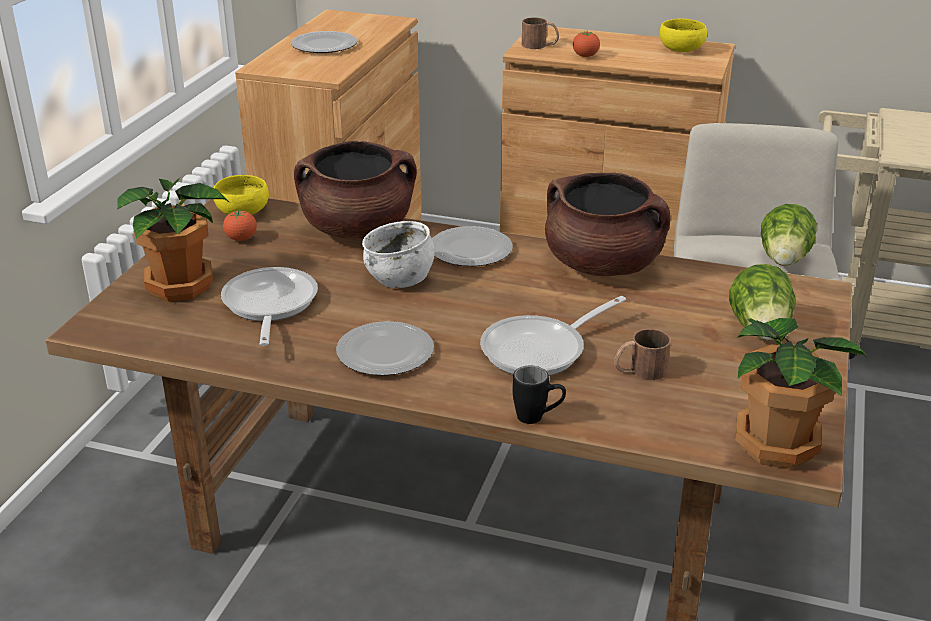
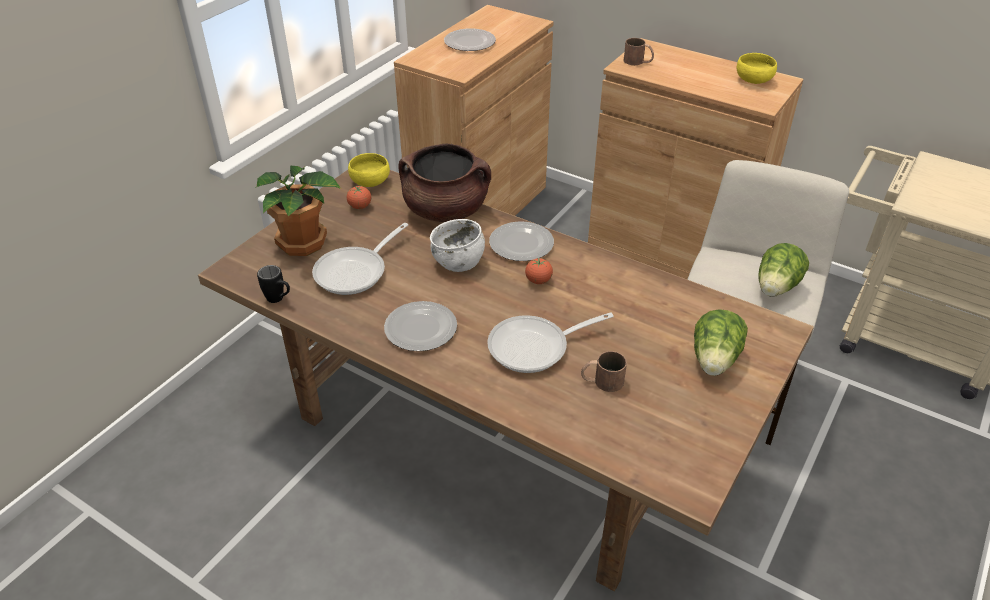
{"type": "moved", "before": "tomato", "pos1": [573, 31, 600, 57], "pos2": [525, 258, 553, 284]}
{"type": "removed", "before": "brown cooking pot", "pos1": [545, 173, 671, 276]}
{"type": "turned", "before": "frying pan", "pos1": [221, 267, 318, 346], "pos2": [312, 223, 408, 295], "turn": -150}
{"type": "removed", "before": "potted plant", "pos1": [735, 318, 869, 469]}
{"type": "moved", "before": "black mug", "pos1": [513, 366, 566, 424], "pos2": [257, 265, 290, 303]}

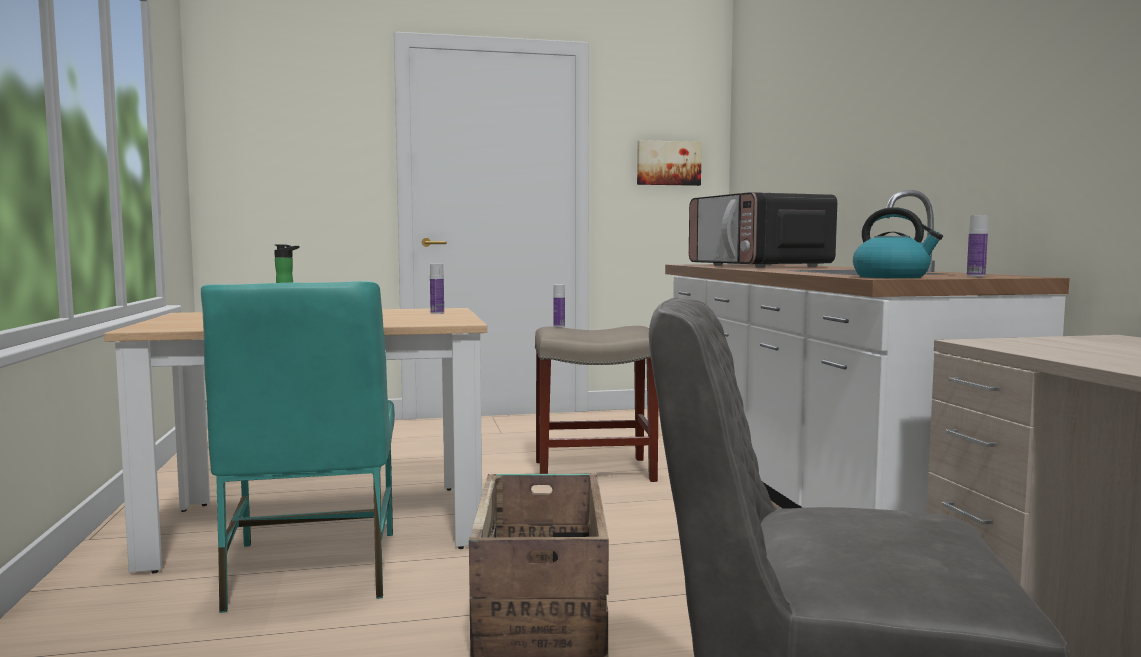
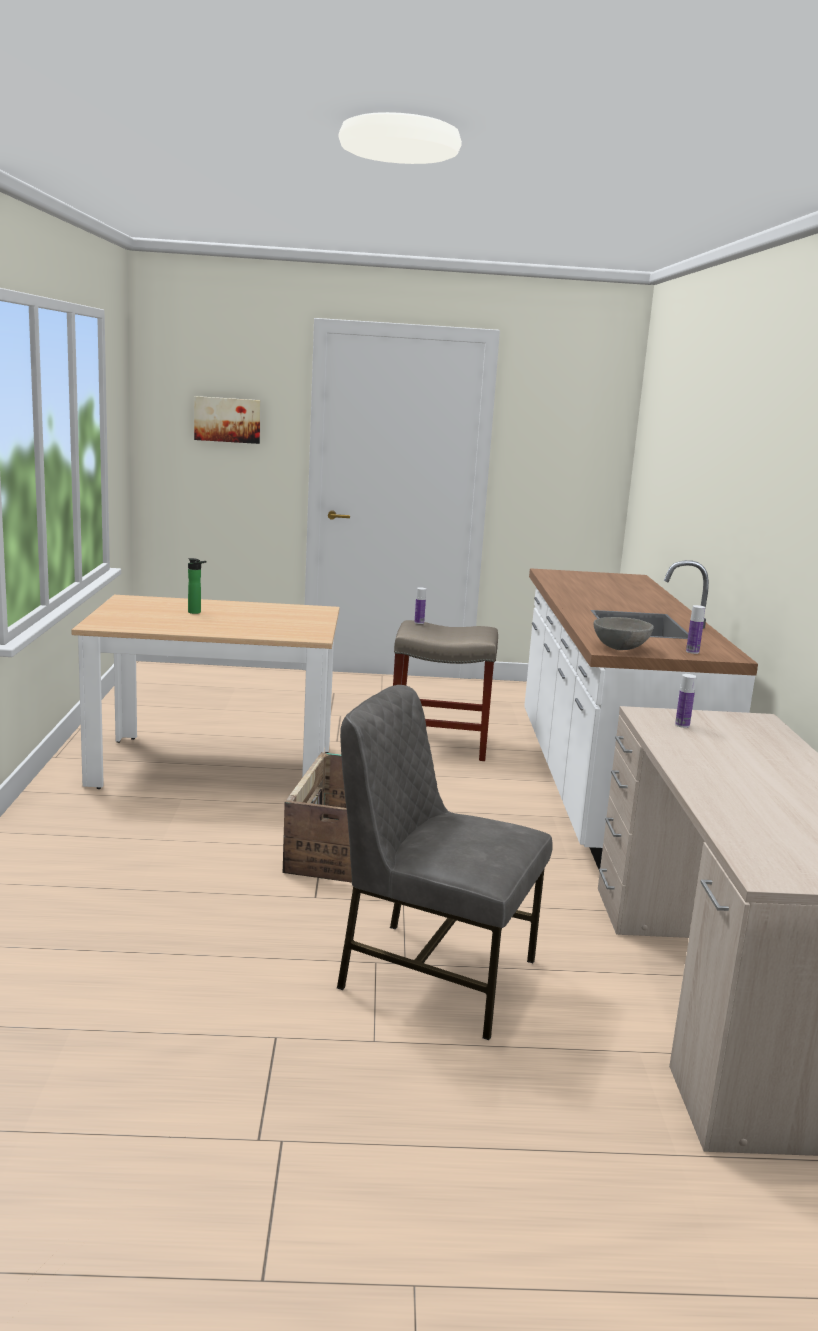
{"type": "moved", "before": "picture", "pos1": [637, 140, 702, 186], "pos2": [194, 396, 261, 444]}
{"type": "removed", "before": "microwave", "pos1": [689, 192, 837, 268]}
{"type": "replaced", "before": "kettle", "after": "grey bowl", "pos1": [853, 207, 943, 278], "pos2": [594, 617, 654, 650]}
{"type": "moved", "before": "bottle", "pos1": [430, 264, 444, 314], "pos2": [675, 674, 696, 728]}
{"type": "removed", "before": "turquoise chair", "pos1": [201, 281, 395, 613]}

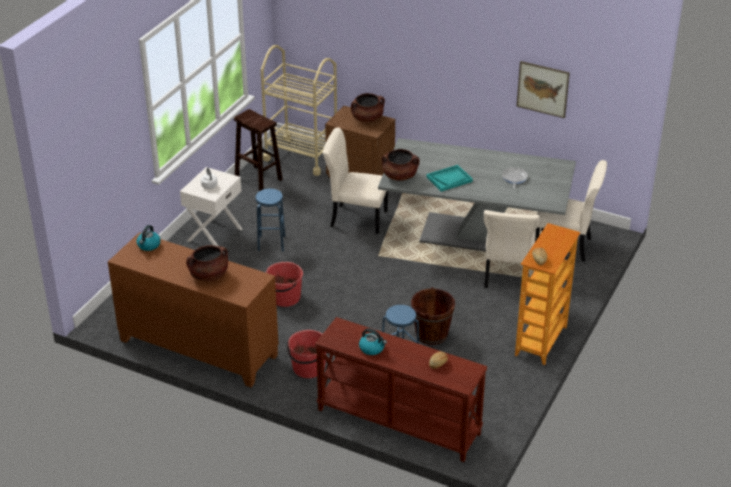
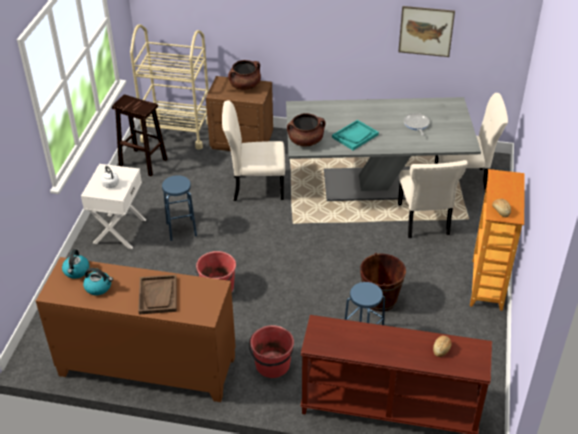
{"type": "replaced", "before": "brown cooking pot", "after": "brown tray", "pos1": [186, 245, 228, 281], "pos2": [138, 275, 177, 315]}
{"type": "moved", "before": "kettle", "pos1": [359, 328, 387, 355], "pos2": [83, 268, 113, 295]}

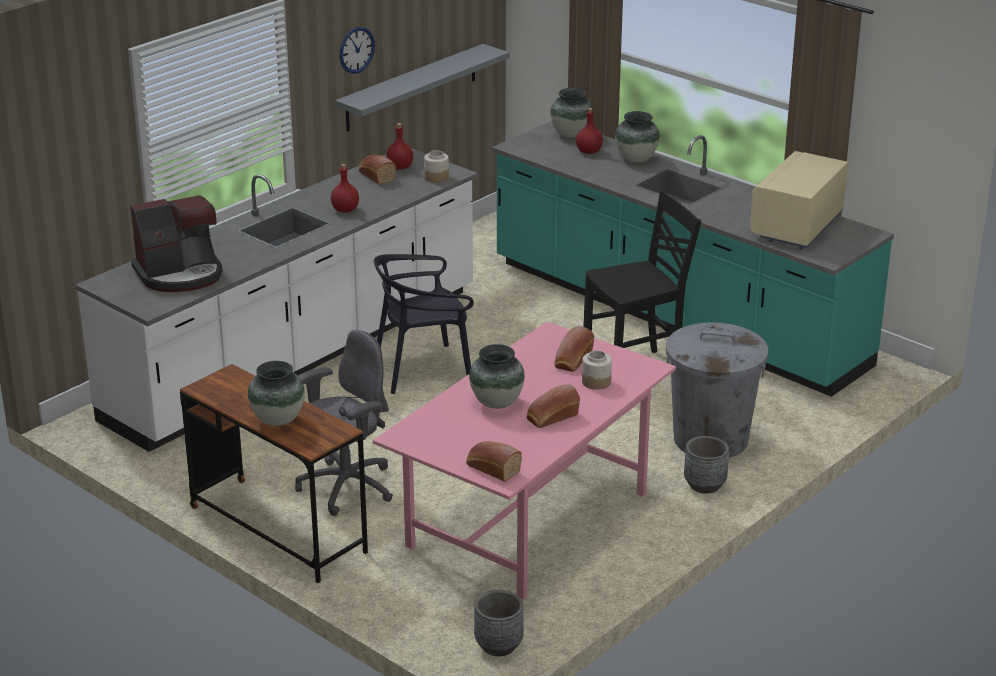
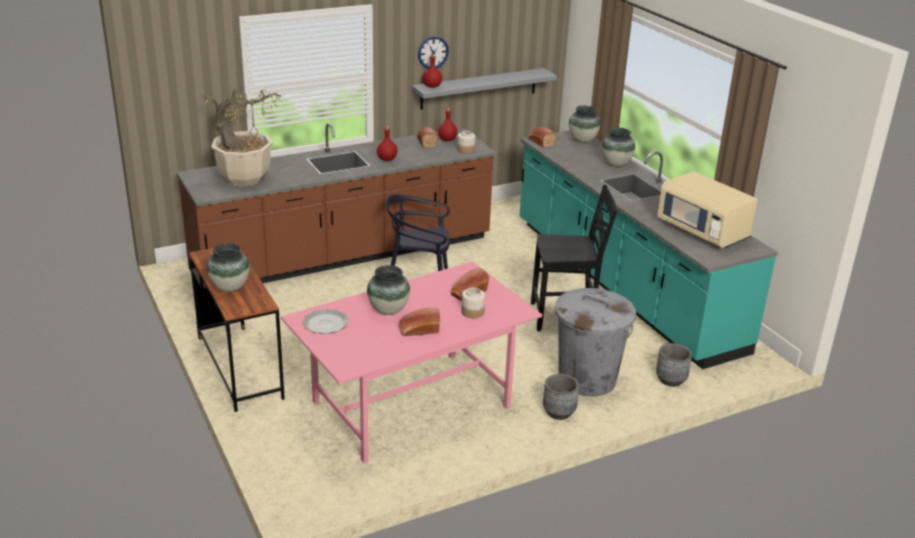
{"type": "moved", "before": "red bottle", "pos1": [576, 108, 603, 154], "pos2": [423, 54, 442, 88]}
{"type": "recoloured", "before": "white counter", "after": "brown counter", "pos1": [75, 148, 478, 452], "pos2": [177, 123, 497, 283]}
{"type": "turned", "before": "beige microwave", "pos1": [750, 151, 848, 250], "pos2": [657, 171, 758, 248], "turn": -90}
{"type": "replaced", "before": "coffee machine", "after": "potted plant", "pos1": [130, 195, 223, 292], "pos2": [201, 87, 281, 187]}
{"type": "removed", "before": "grey office chair", "pos1": [295, 330, 393, 516]}
{"type": "moved", "before": "bread", "pos1": [466, 441, 522, 482], "pos2": [528, 127, 556, 148]}
{"type": "moved", "before": "grey planter", "pos1": [474, 590, 524, 656], "pos2": [656, 343, 692, 387]}
{"type": "added", "after": "plate", "pos2": [302, 309, 349, 334]}

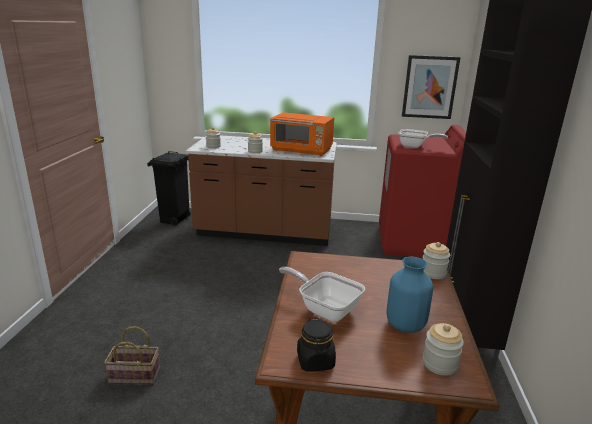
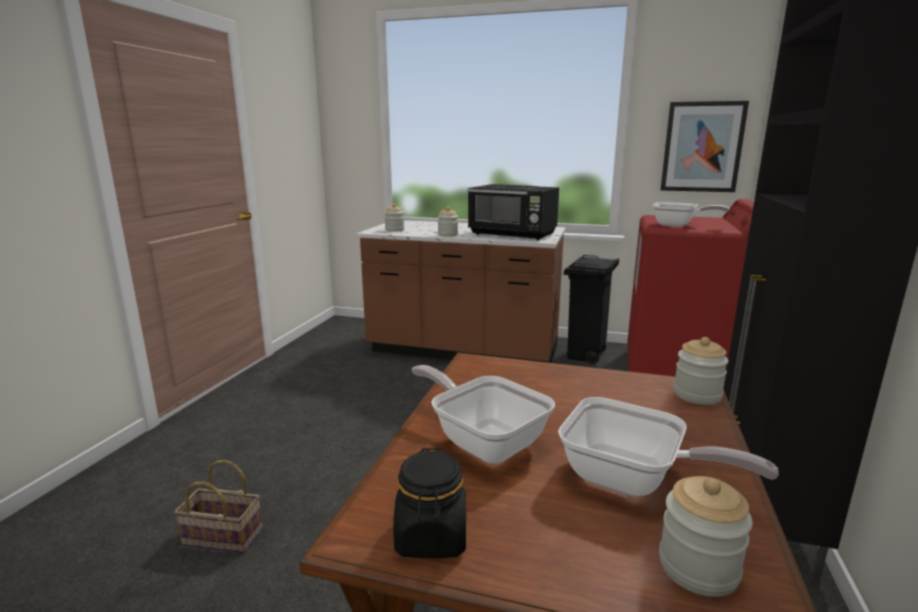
{"type": "recoloured", "before": "orange microwave", "after": "black microwave", "pos1": [270, 112, 334, 156], "pos2": [468, 184, 559, 240]}
{"type": "moved", "before": "black trash can", "pos1": [147, 151, 190, 226], "pos2": [564, 255, 619, 364]}
{"type": "replaced", "before": "blue vase", "after": "frying pan", "pos1": [387, 257, 433, 333], "pos2": [558, 397, 779, 497]}

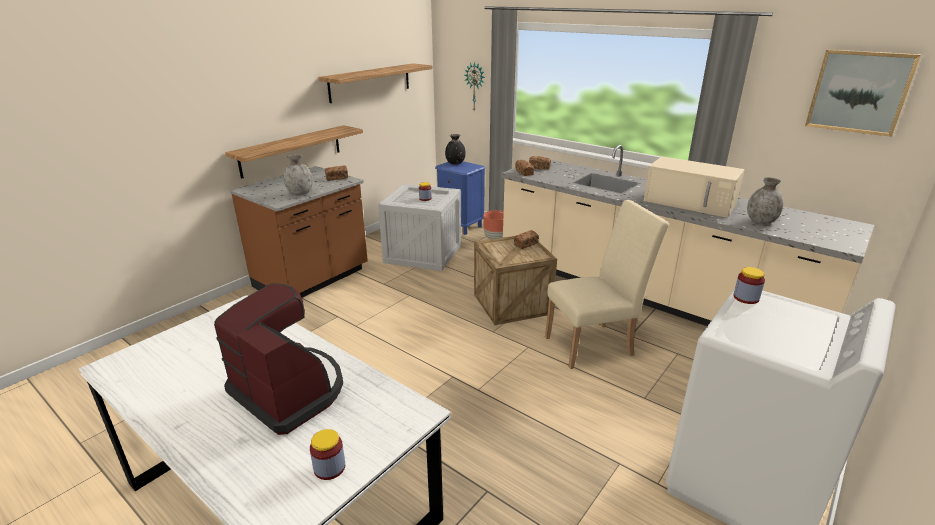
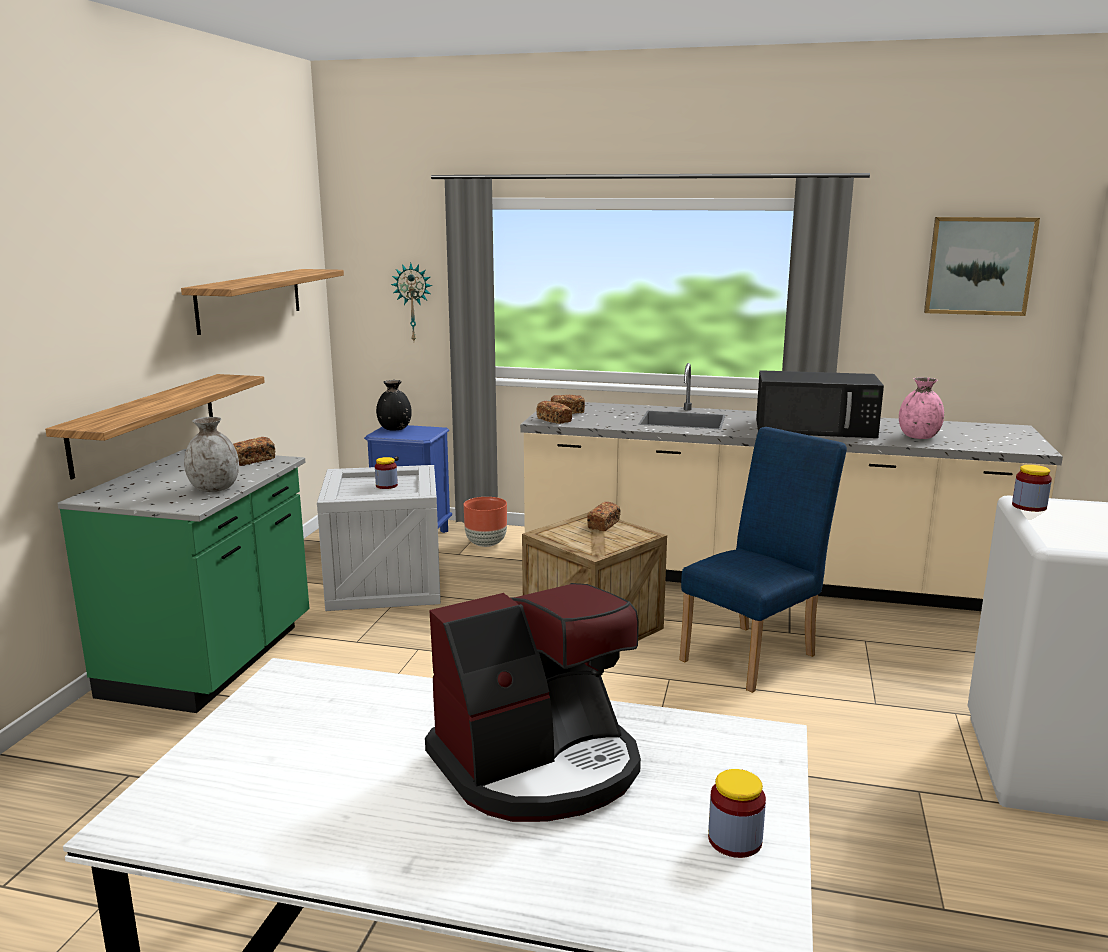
{"type": "recoloured", "before": "beige microwave", "after": "black microwave", "pos1": [644, 156, 745, 218], "pos2": [756, 370, 884, 438]}
{"type": "recoloured", "before": "brown counter", "after": "green counter", "pos1": [230, 166, 368, 298], "pos2": [57, 449, 309, 713]}
{"type": "recoloured", "before": "grey vase", "after": "pink vase", "pos1": [747, 177, 783, 224], "pos2": [899, 377, 944, 439]}
{"type": "recoloured", "before": "beige chair", "after": "blue chair", "pos1": [545, 200, 669, 369], "pos2": [679, 427, 847, 693]}
{"type": "turned", "before": "coffee machine", "pos1": [214, 283, 343, 435], "pos2": [425, 583, 641, 822], "turn": 135}

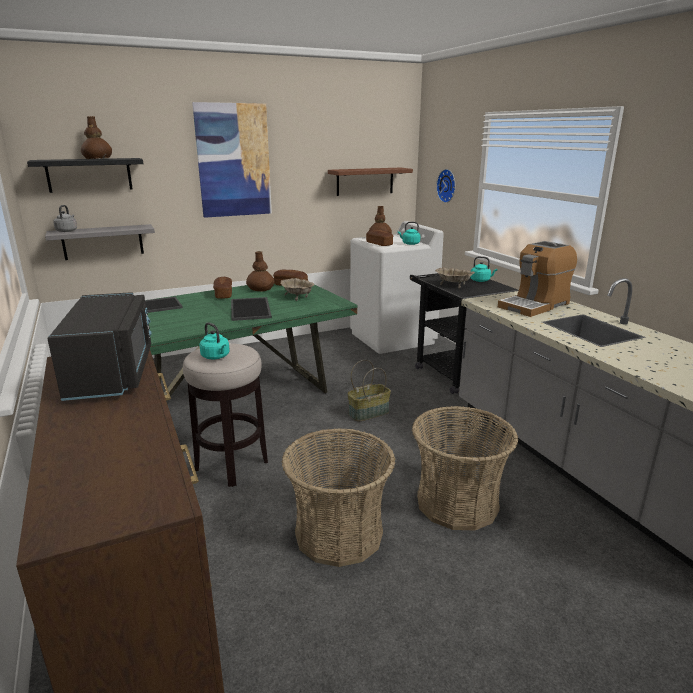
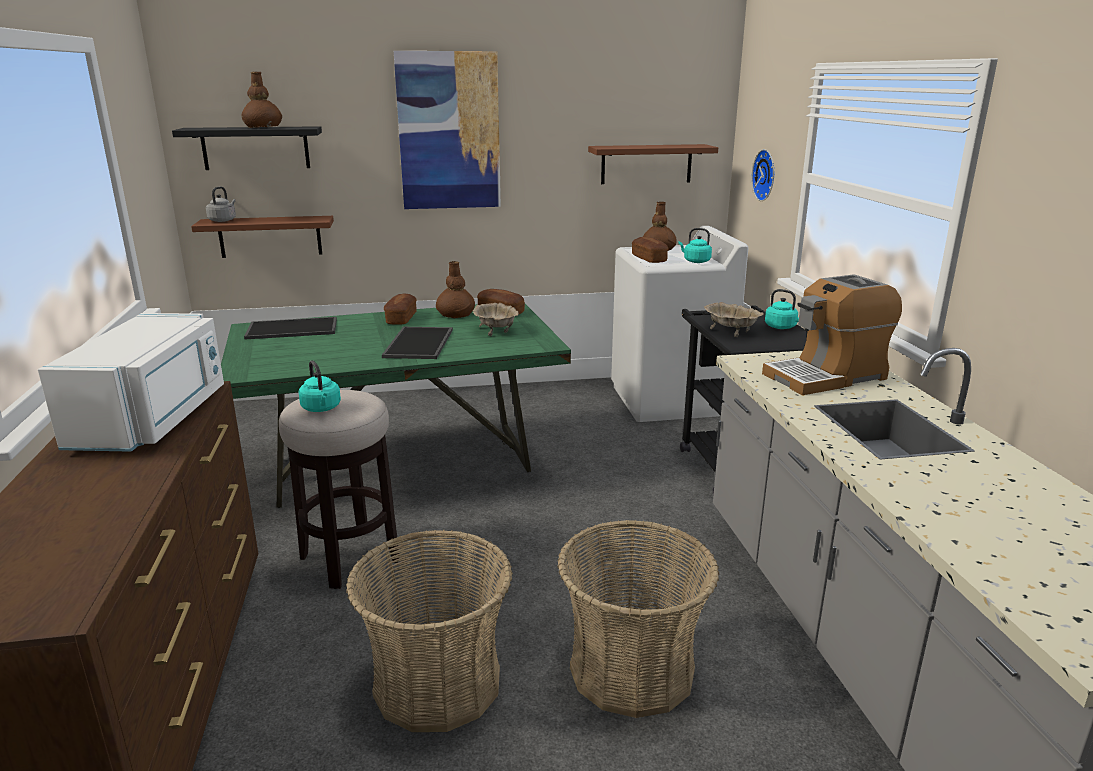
{"type": "recoloured", "before": "grey shelf", "after": "brown shelf", "pos1": [45, 224, 155, 260], "pos2": [191, 216, 334, 258]}
{"type": "recoloured", "before": "black microwave", "after": "white microwave", "pos1": [47, 292, 151, 401], "pos2": [38, 313, 224, 452]}
{"type": "removed", "before": "basket", "pos1": [347, 360, 391, 422]}

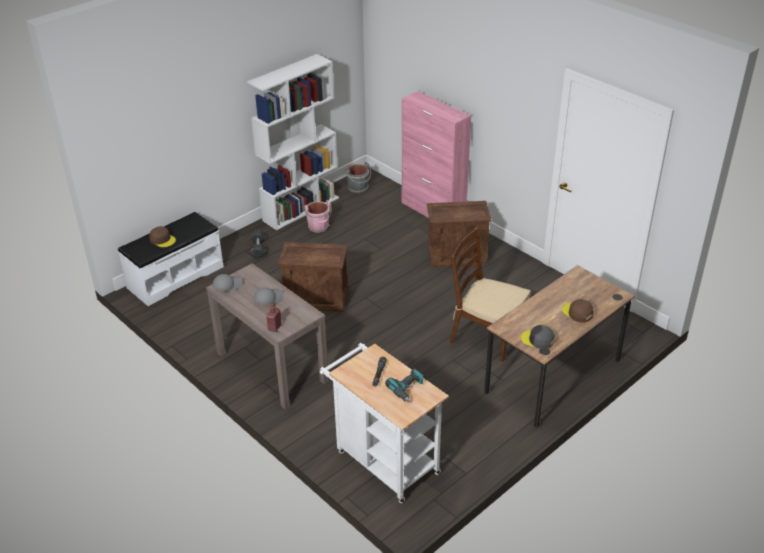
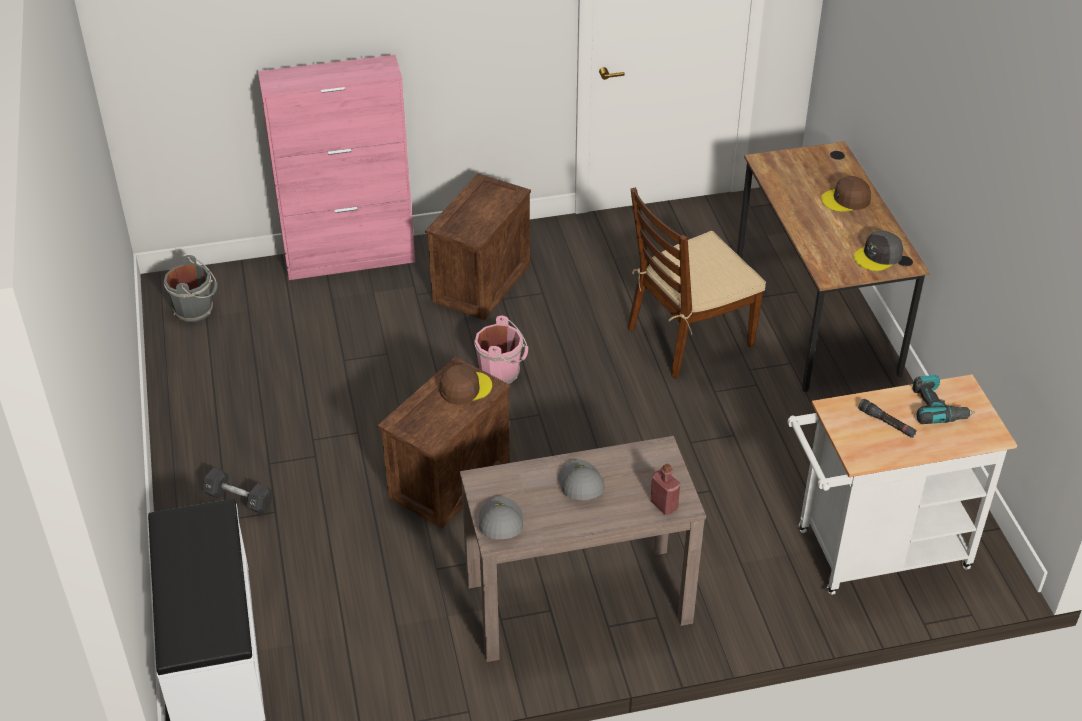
{"type": "removed", "before": "white bookcase", "pos1": [247, 54, 339, 230]}
{"type": "moved", "before": "pink bucket", "pos1": [305, 200, 331, 232], "pos2": [474, 316, 528, 384]}
{"type": "moved", "before": "brown cap", "pos1": [149, 226, 176, 247], "pos2": [439, 365, 492, 405]}

